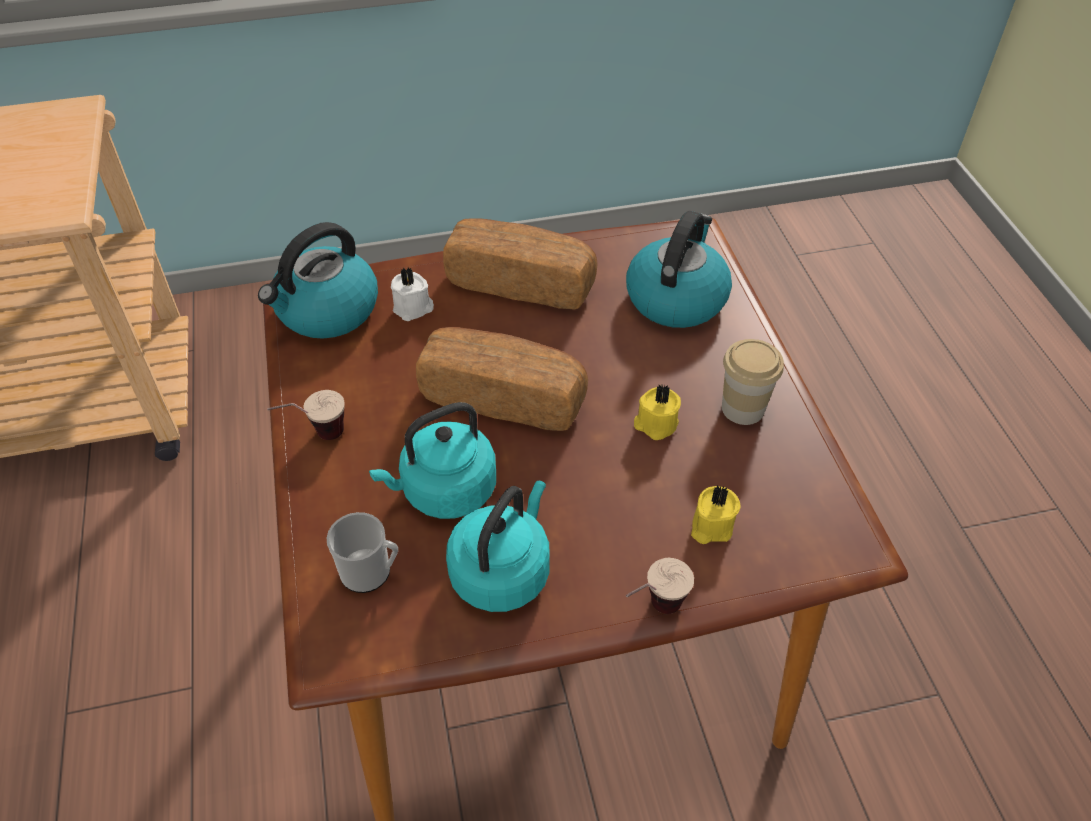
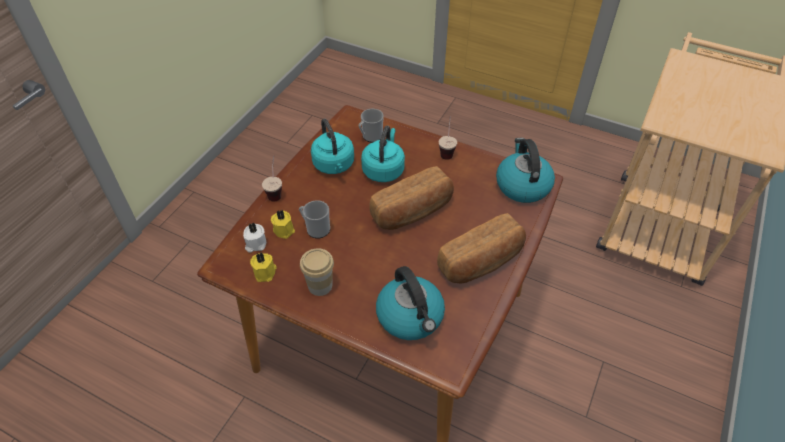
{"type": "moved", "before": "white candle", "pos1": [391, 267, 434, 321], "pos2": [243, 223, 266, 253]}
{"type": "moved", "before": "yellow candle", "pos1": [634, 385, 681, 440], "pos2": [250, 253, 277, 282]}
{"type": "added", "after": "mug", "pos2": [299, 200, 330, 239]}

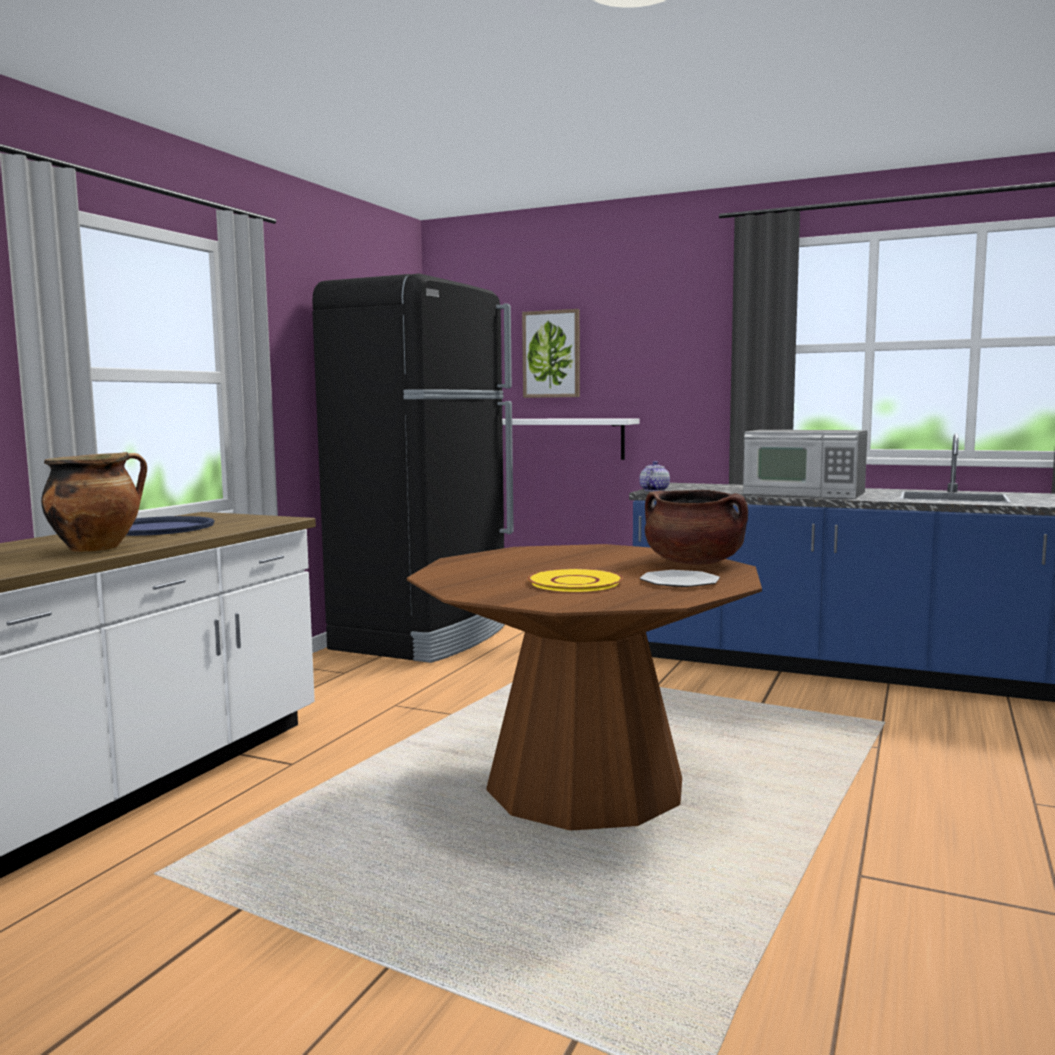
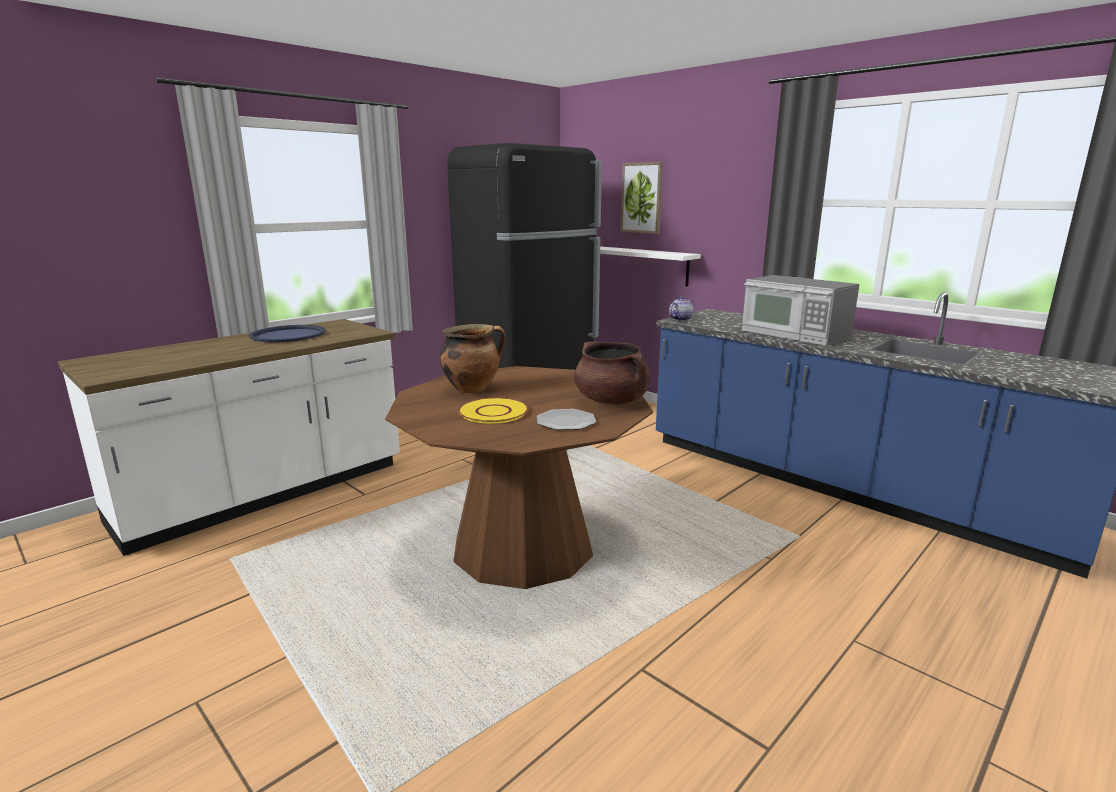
{"type": "moved", "before": "cooking pot", "pos1": [41, 452, 147, 552], "pos2": [440, 324, 505, 393]}

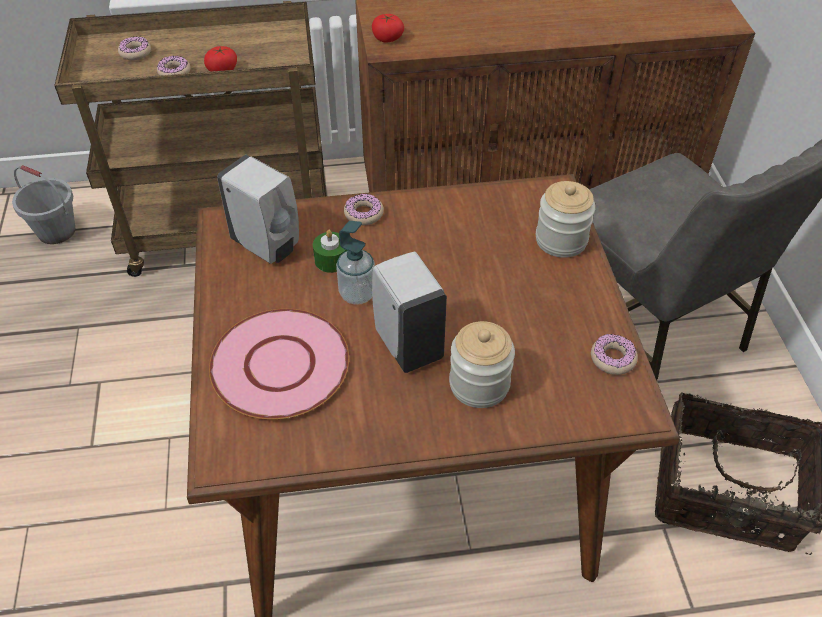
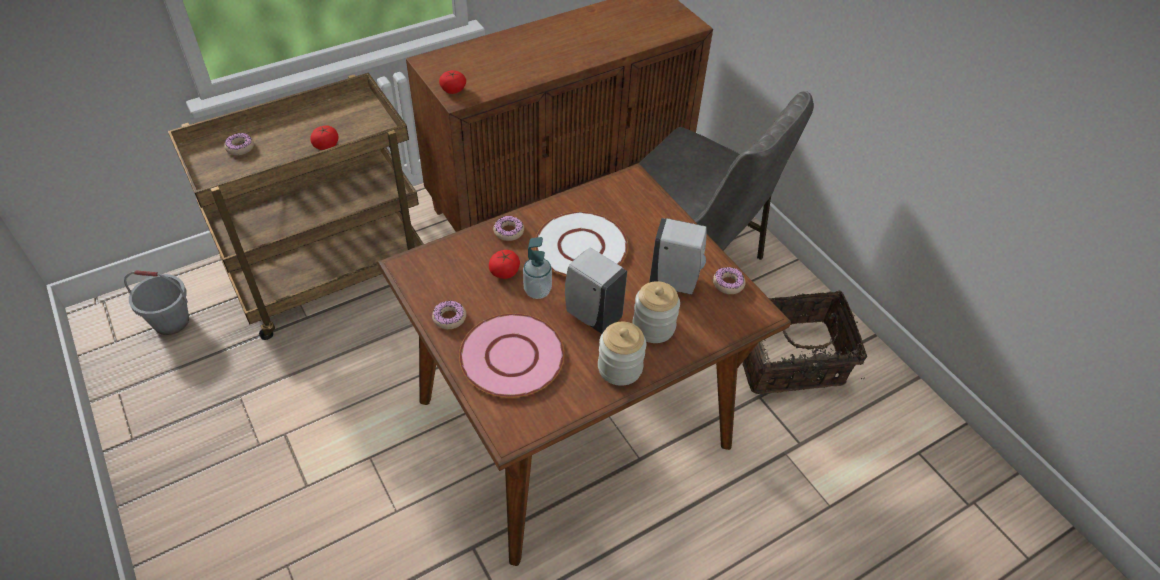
{"type": "moved", "before": "donut", "pos1": [157, 56, 191, 76], "pos2": [432, 301, 466, 329]}
{"type": "moved", "before": "white soap dispenser", "pos1": [217, 155, 299, 264], "pos2": [649, 218, 706, 295]}
{"type": "moved", "before": "jar", "pos1": [536, 181, 596, 258], "pos2": [598, 322, 646, 386]}
{"type": "replaced", "before": "green candle", "after": "tomato", "pos1": [313, 230, 348, 273], "pos2": [489, 250, 520, 279]}
{"type": "added", "after": "white plate", "pos2": [535, 212, 628, 276]}

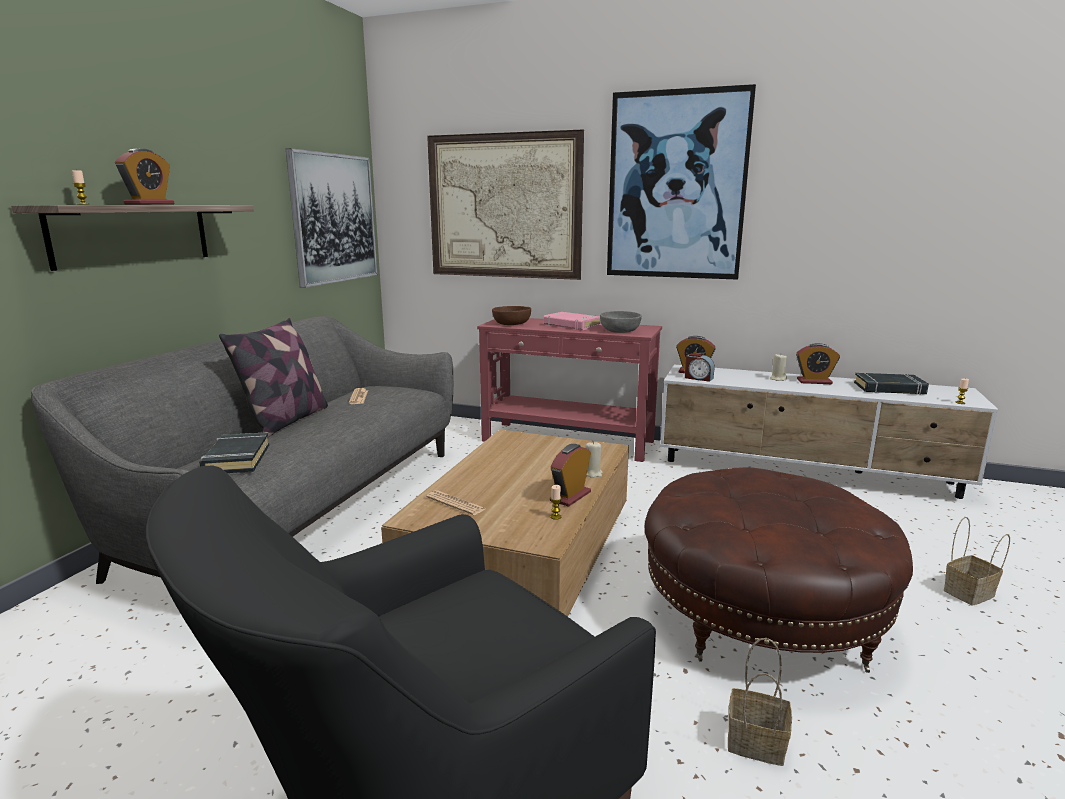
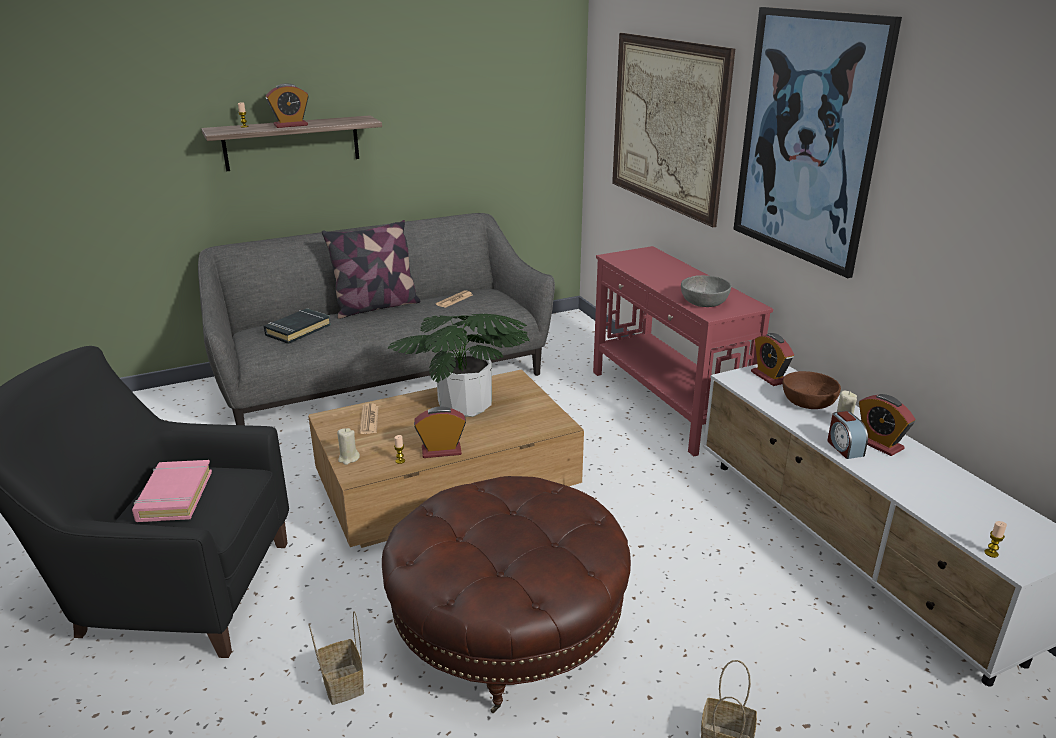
{"type": "removed", "before": "picture", "pos1": [286, 148, 378, 288]}
{"type": "moved", "before": "brown bowl", "pos1": [492, 306, 531, 325], "pos2": [783, 371, 841, 409]}
{"type": "moved", "before": "pink book", "pos1": [544, 312, 601, 330], "pos2": [132, 460, 212, 522]}
{"type": "moved", "before": "alarm clock", "pos1": [685, 353, 715, 382], "pos2": [827, 411, 868, 459]}
{"type": "removed", "before": "black book", "pos1": [854, 373, 929, 395]}
{"type": "moved", "before": "beige candle", "pos1": [585, 441, 603, 478], "pos2": [337, 428, 360, 465]}
{"type": "added", "after": "potted plant", "pos2": [388, 314, 530, 417]}

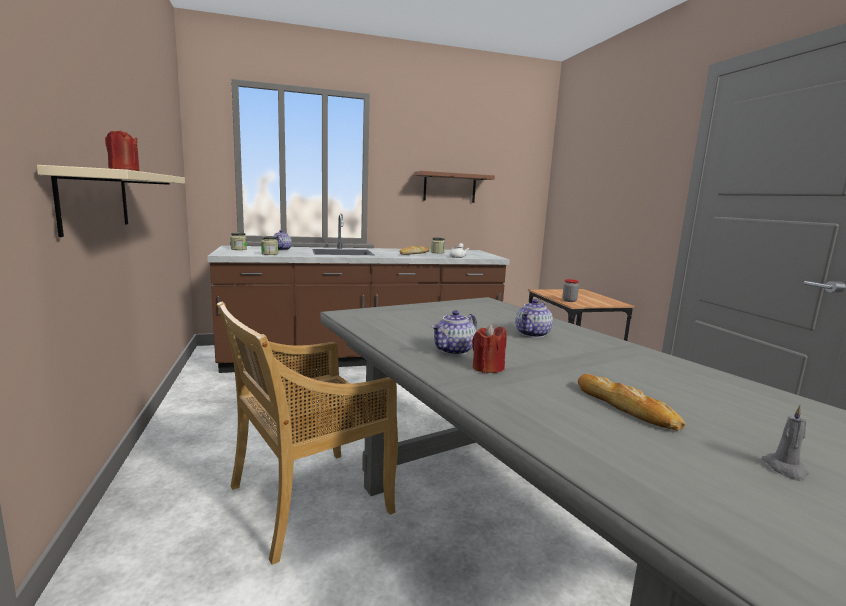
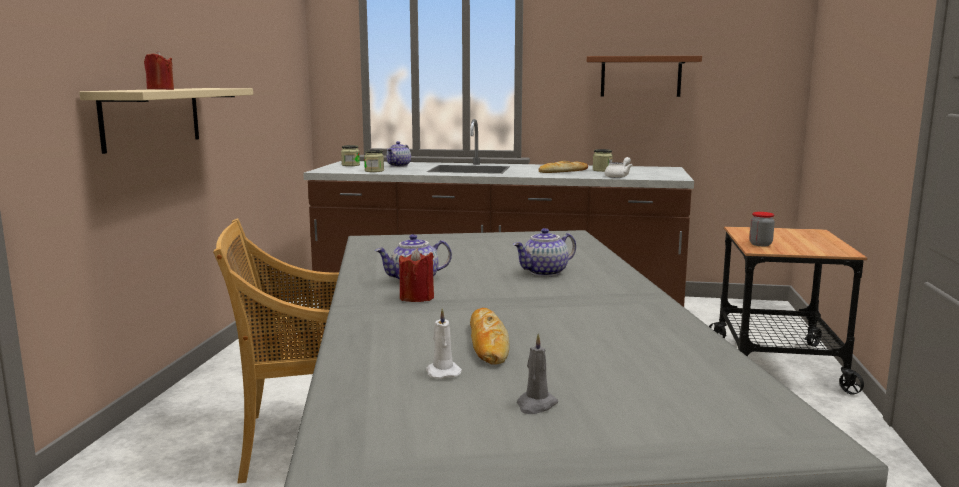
{"type": "added", "after": "white candle", "pos2": [426, 308, 462, 379]}

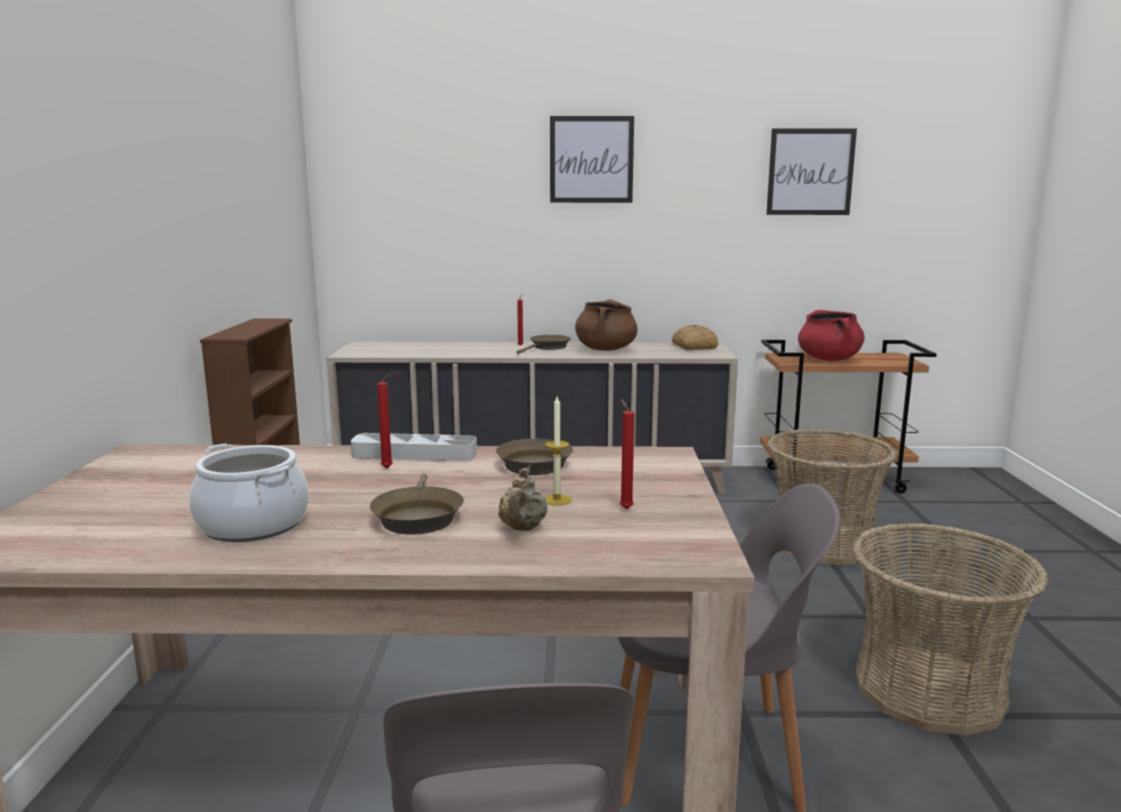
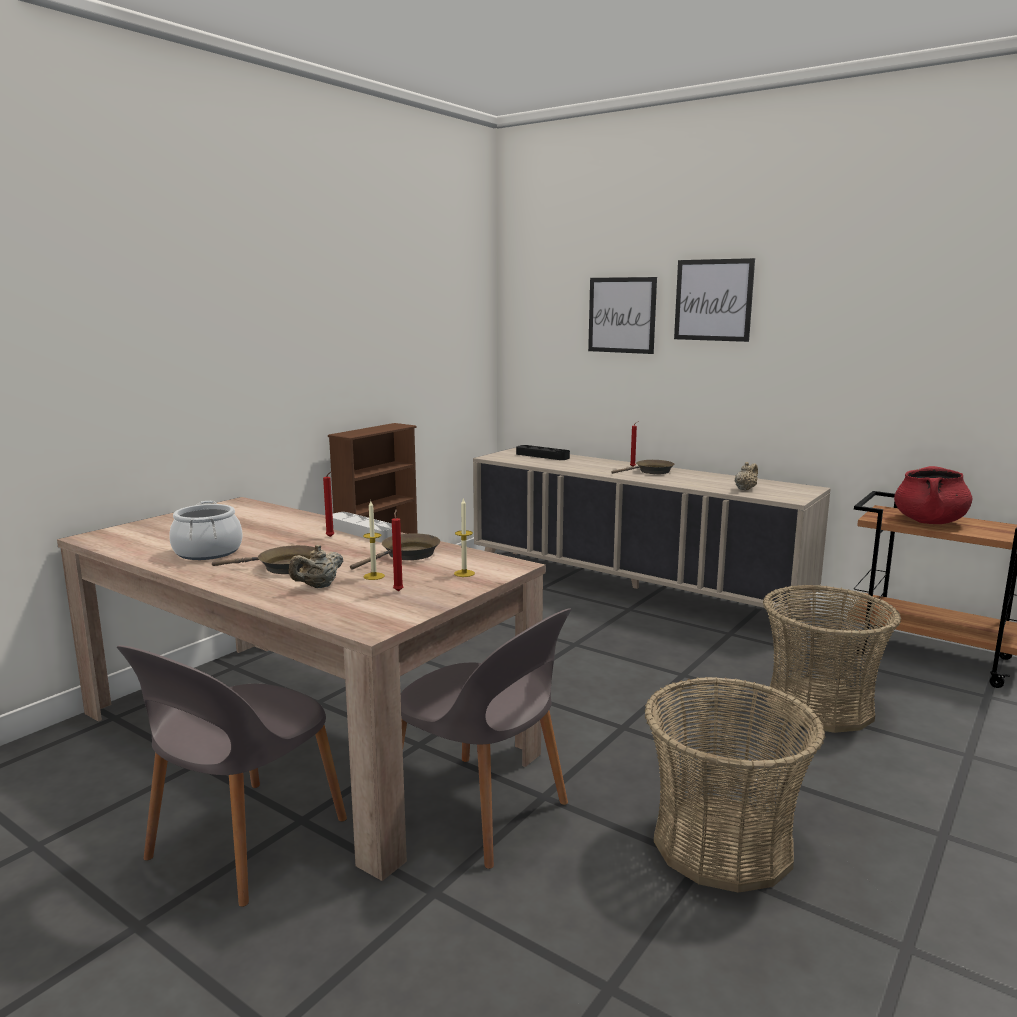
{"type": "moved", "before": "picture", "pos1": [766, 128, 857, 215], "pos2": [588, 277, 657, 354]}
{"type": "removed", "before": "brown cooking pot", "pos1": [575, 300, 638, 351]}
{"type": "removed", "before": "bread", "pos1": [672, 325, 718, 350]}
{"type": "turned", "before": "brown frying pan", "pos1": [370, 474, 464, 534], "pos2": [212, 545, 315, 574], "turn": -120}
{"type": "added", "after": "black tray", "pos2": [516, 445, 570, 460]}
{"type": "added", "after": "beige teapot", "pos2": [735, 462, 758, 490]}
{"type": "added", "after": "candle", "pos2": [454, 499, 475, 577]}

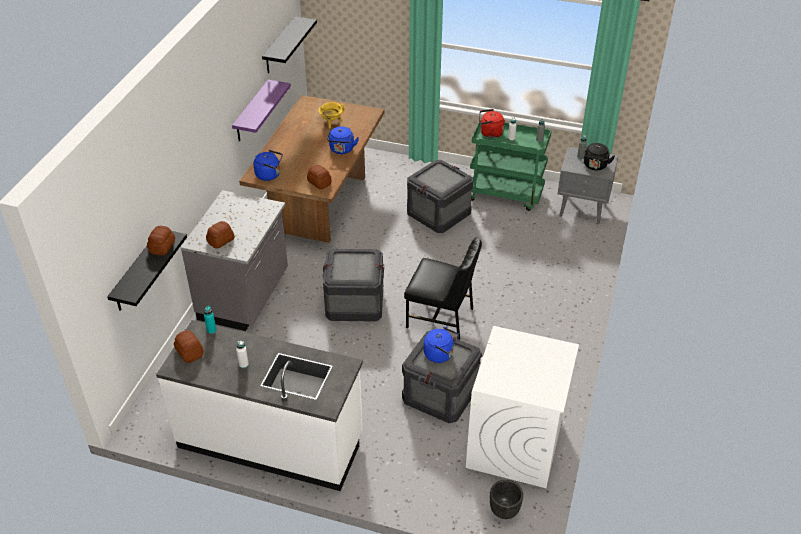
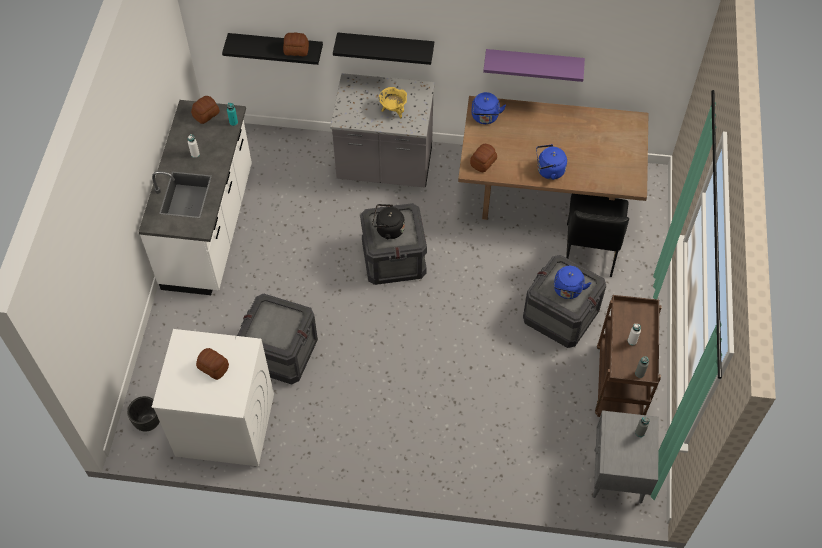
{"type": "moved", "before": "black shelf", "pos1": [262, 16, 317, 73], "pos2": [333, 32, 434, 65]}
{"type": "moved", "before": "yellow cooking pot", "pos1": [318, 102, 345, 128], "pos2": [379, 87, 407, 119]}
{"type": "removed", "before": "red kettle", "pos1": [479, 109, 505, 138]}
{"type": "recoloured", "before": "green cart", "after": "brown cart", "pos1": [470, 118, 552, 211], "pos2": [595, 295, 661, 417]}
{"type": "moved", "before": "black kettle", "pos1": [584, 143, 615, 170], "pos2": [372, 204, 405, 240]}
{"type": "moved", "before": "bread", "pos1": [206, 221, 235, 249], "pos2": [196, 348, 229, 380]}
{"type": "moved", "before": "black chair", "pos1": [404, 237, 482, 339], "pos2": [566, 194, 629, 277]}
{"type": "moved", "before": "blue kettle", "pos1": [424, 327, 459, 363], "pos2": [554, 266, 591, 299]}

